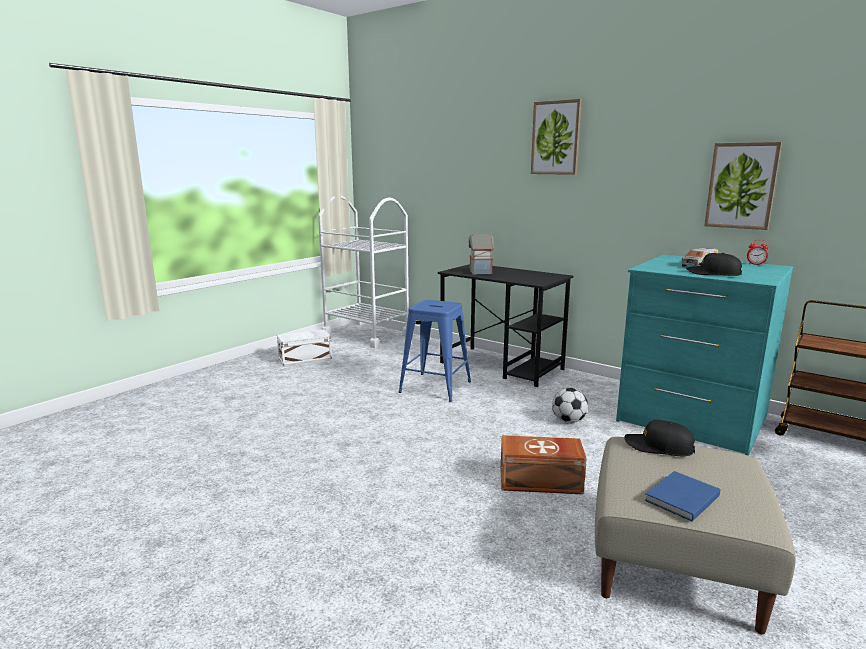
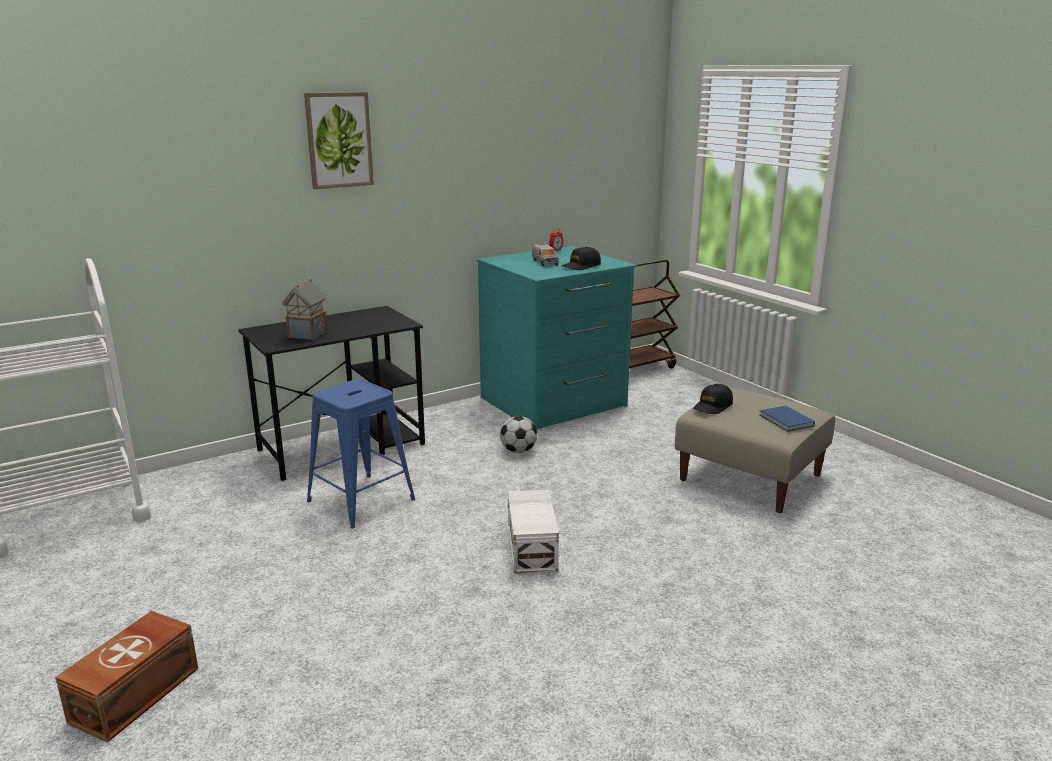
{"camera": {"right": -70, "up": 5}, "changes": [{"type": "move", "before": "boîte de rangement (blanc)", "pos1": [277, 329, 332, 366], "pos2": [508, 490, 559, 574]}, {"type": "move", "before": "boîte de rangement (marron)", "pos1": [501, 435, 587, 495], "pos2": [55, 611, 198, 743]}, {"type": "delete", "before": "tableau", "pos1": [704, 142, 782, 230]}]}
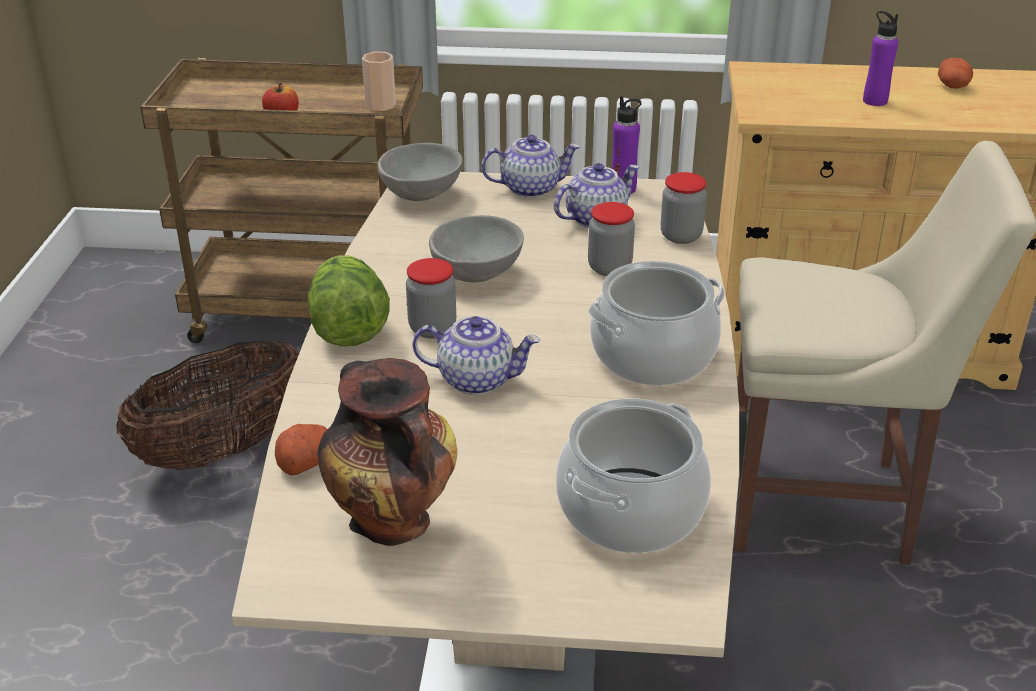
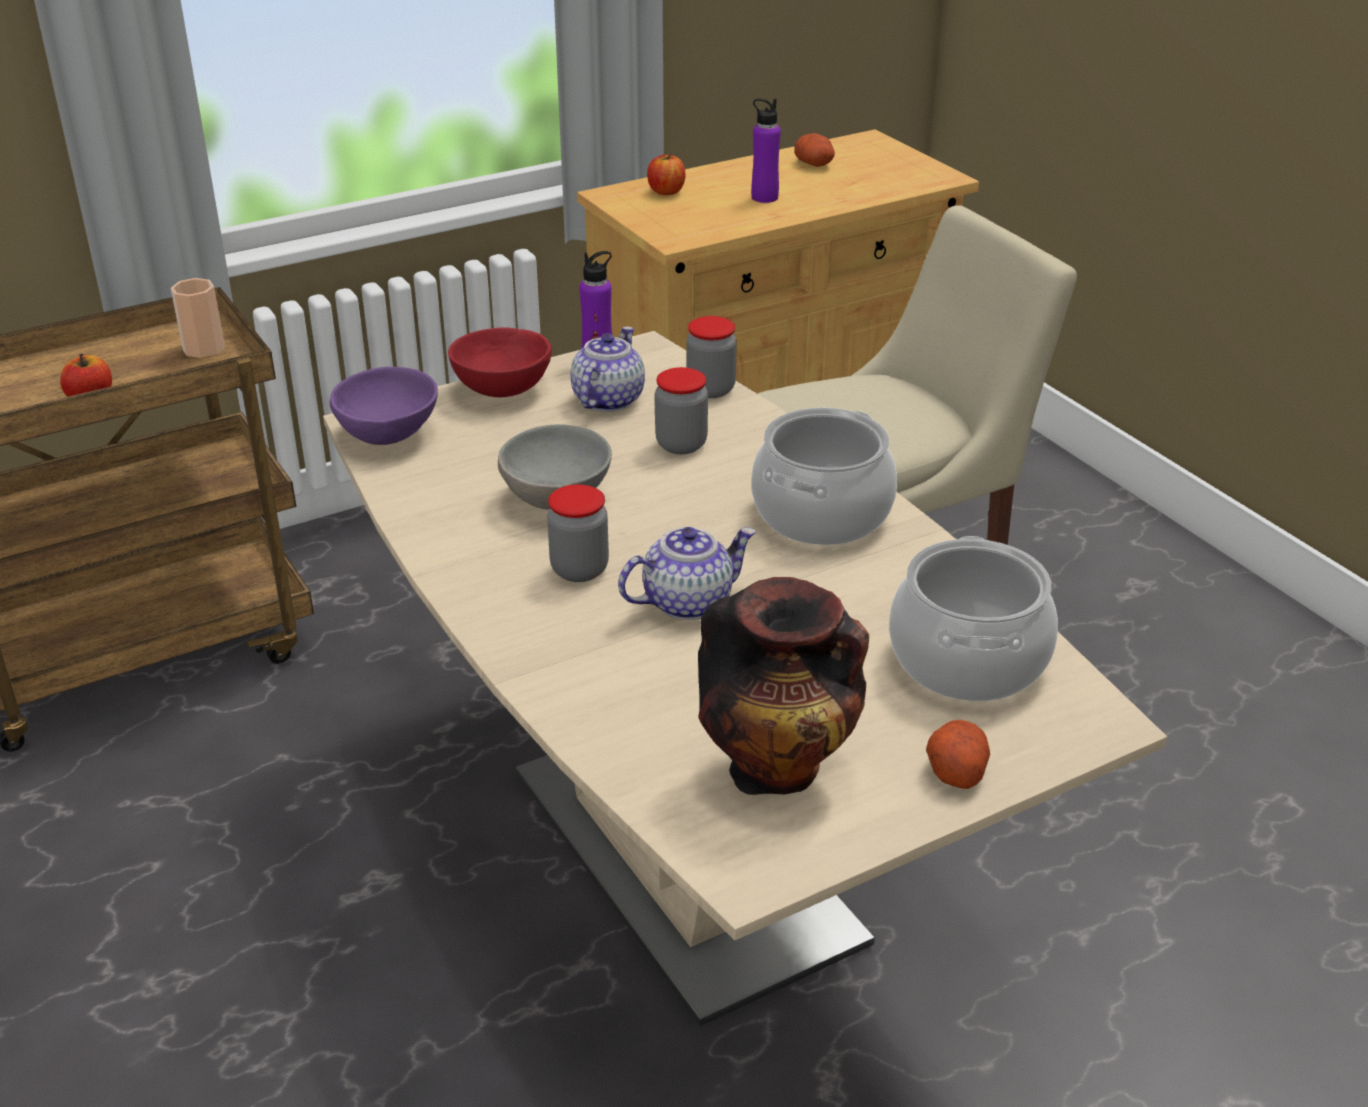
{"camera": {"right": -35, "up": 0}, "changes": [{"type": "delete", "before": "panier", "pos1": [116, 339, 299, 470]}, {"type": "move", "before": "pomme de terre", "pos1": [275, 424, 328, 476], "pos2": [926, 720, 990, 789]}, {"type": "delete", "before": "laitue", "pos1": [308, 255, 390, 346]}, {"type": "recolor", "before": "bol (gris)", "after": "bol (violet)", "pos1": [377, 143, 462, 201], "pos2": [330, 367, 438, 445]}, {"type": "replace", "before": "théière", "after": "bol (rouge)", "pos1": [481, 135, 580, 198], "pos2": [448, 327, 552, 397]}, {"type": "insert", "after": "pomme", "pos2": [647, 154, 686, 195]}]}
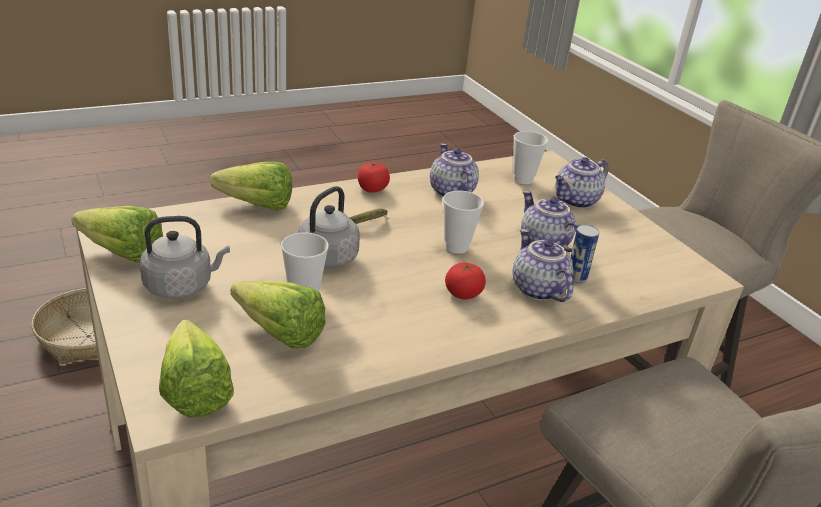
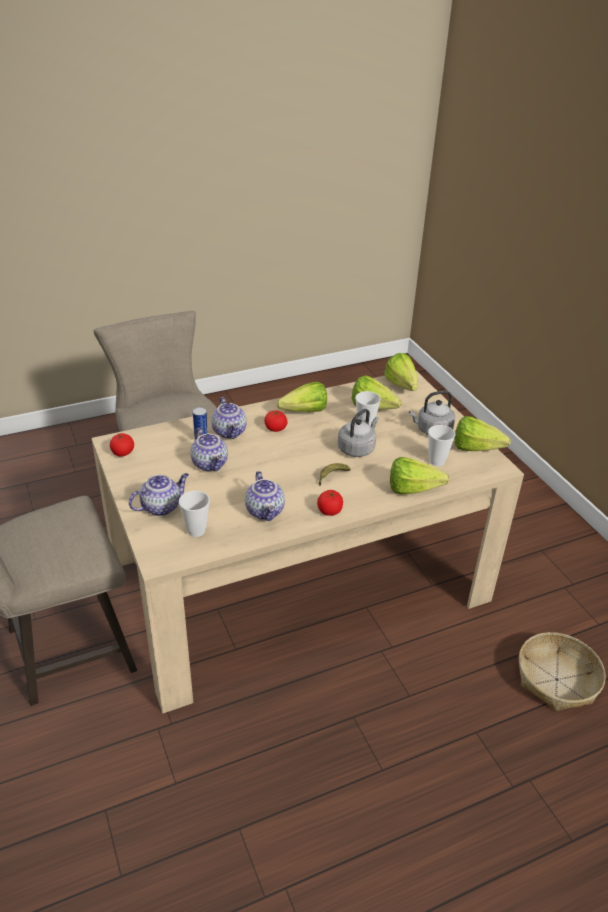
{"camera": {"right": -175, "up": 5}, "changes": [{"type": "move", "before": "tasse", "pos1": [443, 190, 484, 254], "pos2": [428, 425, 455, 466]}, {"type": "insert", "after": "tomate", "pos2": [110, 433, 134, 457]}, {"type": "insert", "after": "laitue", "pos2": [277, 382, 327, 412]}]}
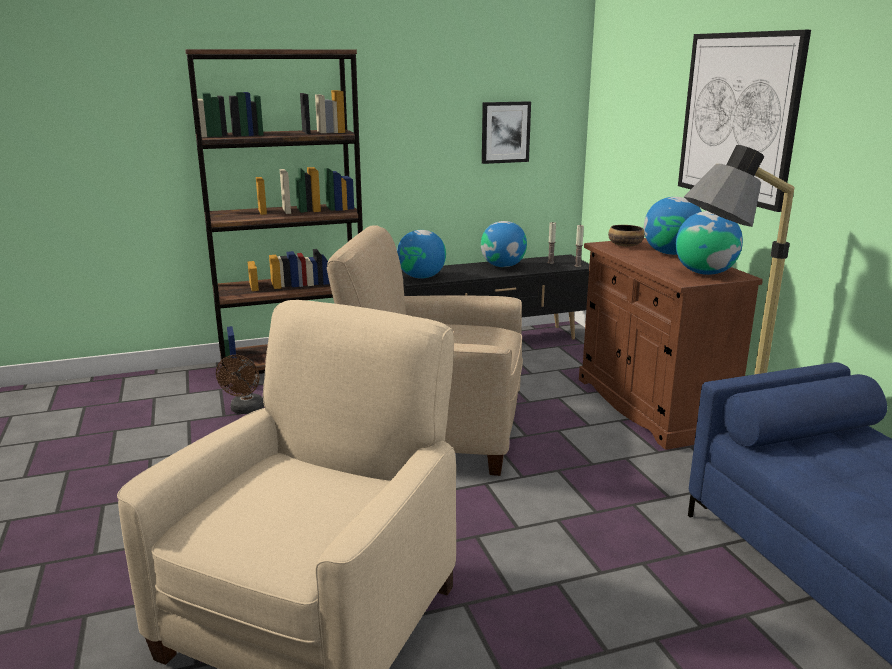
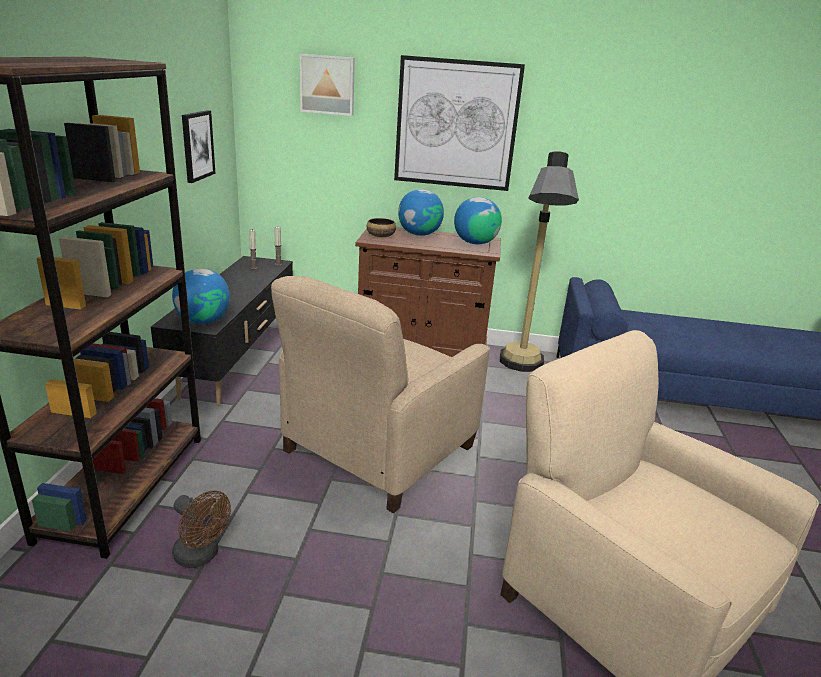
{"camera": {"right": -65, "up": 5}, "changes": [{"type": "delete", "before": "globe", "pos1": [481, 221, 527, 267]}, {"type": "insert", "after": "tableau", "pos2": [300, 54, 355, 116]}]}
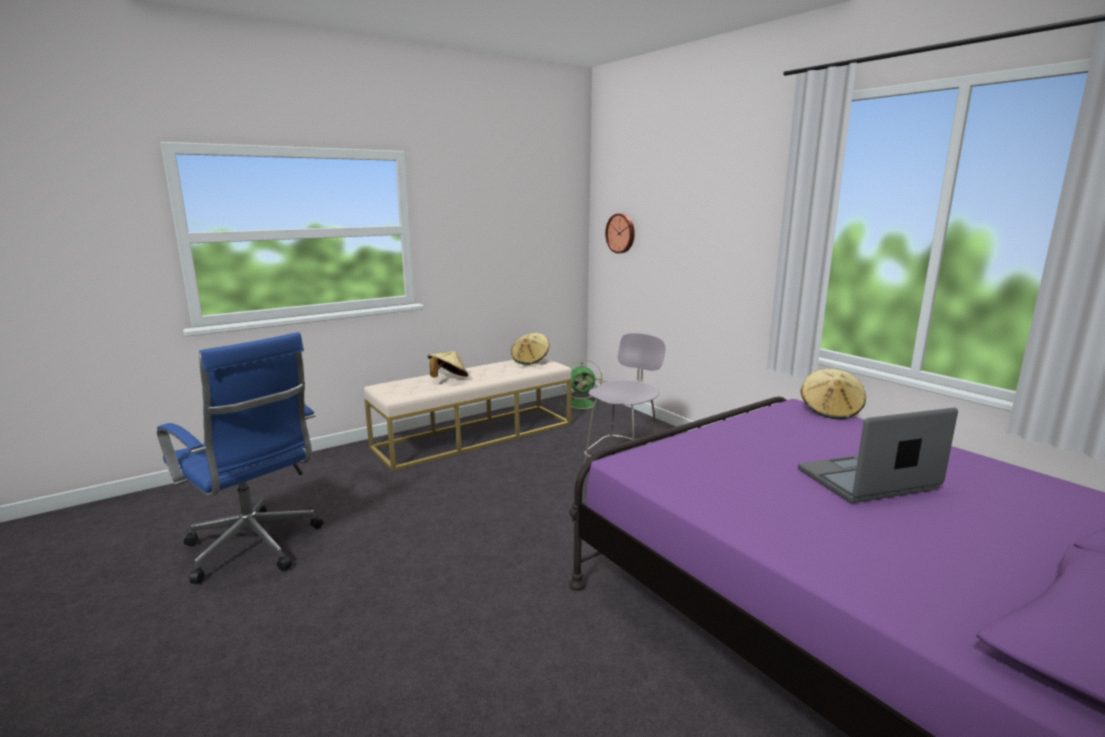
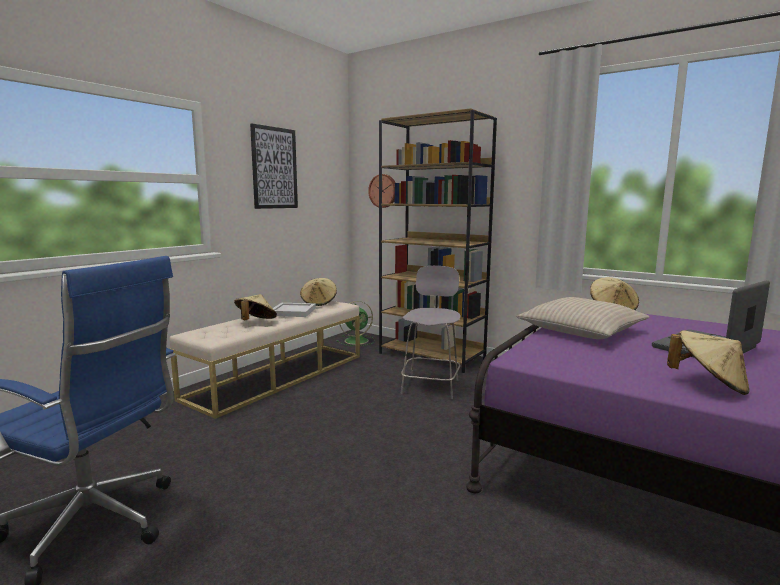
{"camera": {"right": -20, "up": -5}, "changes": [{"type": "insert", "after": "tableau", "pos2": [250, 123, 298, 209]}, {"type": "insert", "after": "plateau (blanc)", "pos2": [273, 303, 316, 317]}, {"type": "insert", "after": "bibliothèque (marron)", "pos2": [379, 108, 497, 373]}, {"type": "insert", "after": "coussin (beige)", "pos2": [516, 297, 650, 339]}, {"type": "insert", "after": "chapeau (beige)", "pos2": [667, 330, 750, 395]}]}
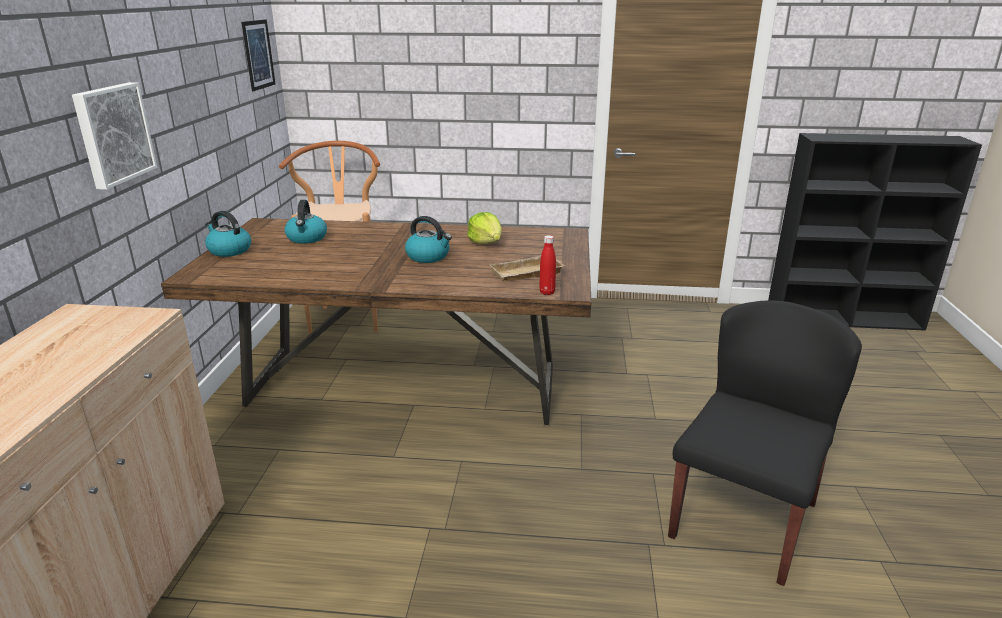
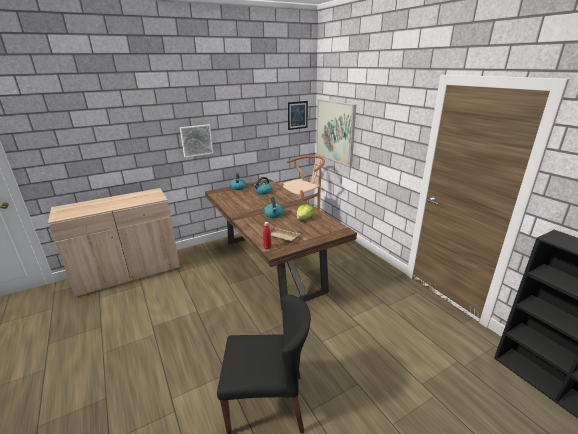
{"camera": {"right": 55, "up": 0}, "changes": [{"type": "insert", "after": "tableau", "pos2": [316, 99, 356, 167]}]}
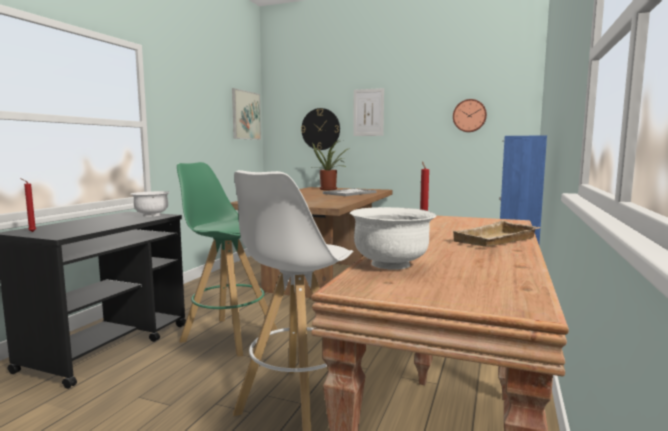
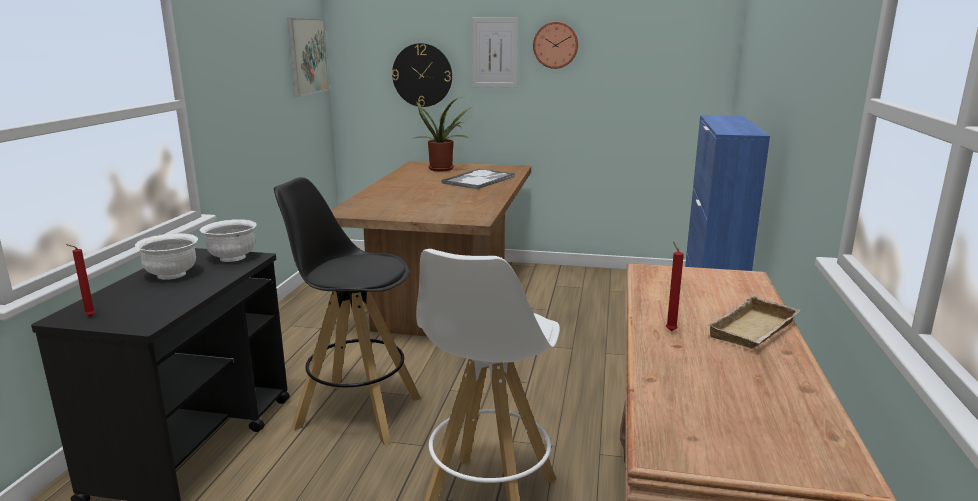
{"camera": {"right": -10, "up": 10}, "changes": [{"type": "recolor", "before": "tabouret (vert)", "after": "tabouret (noir)", "pos1": [177, 162, 277, 357], "pos2": [273, 177, 421, 445]}, {"type": "move", "before": "bol (blanc)", "pos1": [350, 207, 436, 270], "pos2": [135, 233, 198, 280]}, {"type": "move", "before": "horloge murale", "pos1": [453, 99, 487, 132], "pos2": [533, 22, 578, 69]}]}
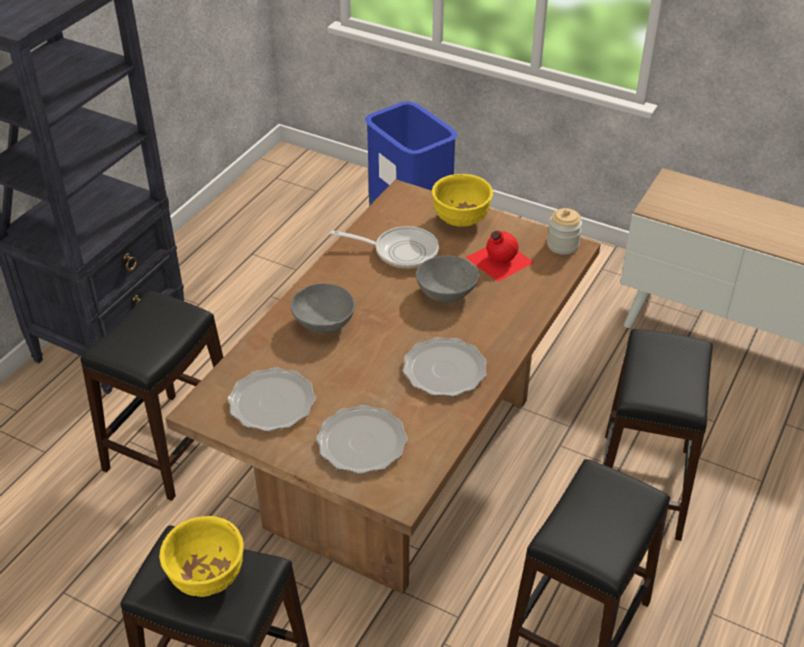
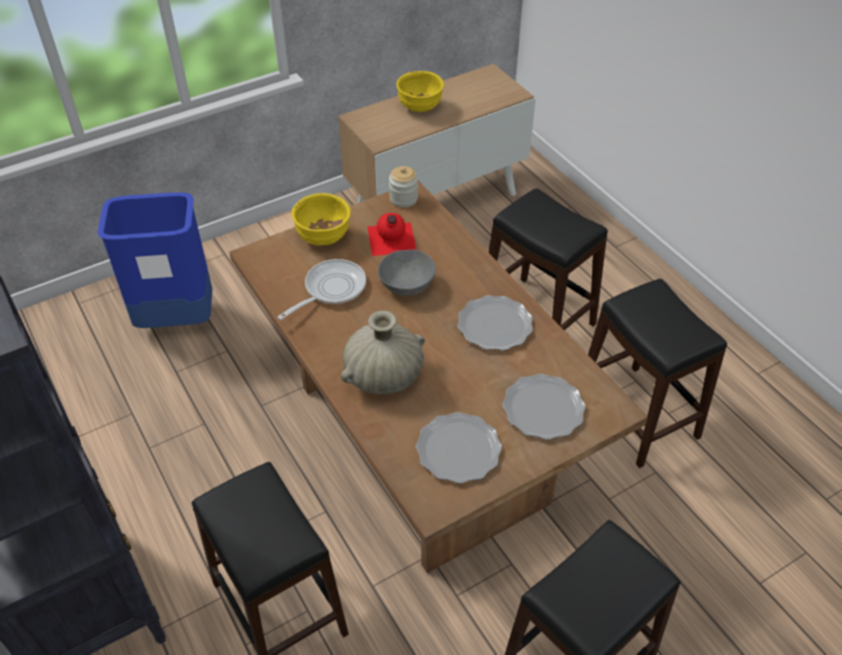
{"camera": {"right": -60, "up": 5}, "changes": [{"type": "move", "before": "bol (jaune)", "pos1": [159, 516, 244, 597], "pos2": [396, 71, 444, 112]}, {"type": "replace", "before": "bol (gris)", "after": "vase (beige)", "pos1": [291, 283, 355, 333], "pos2": [340, 311, 425, 394]}]}
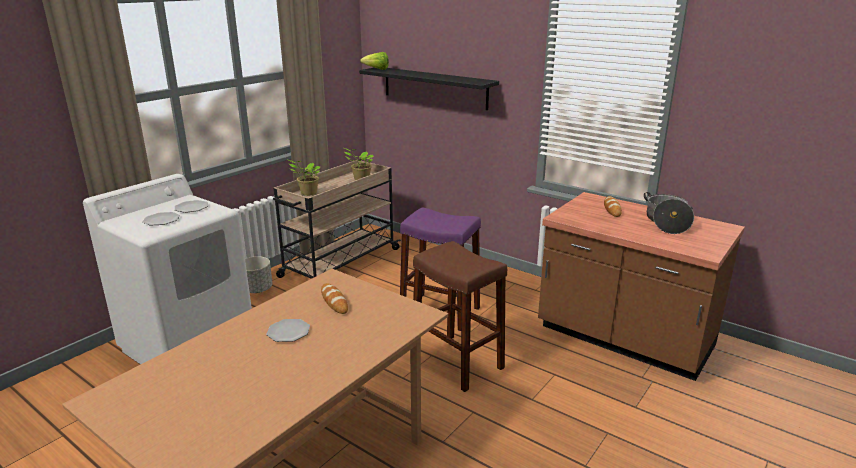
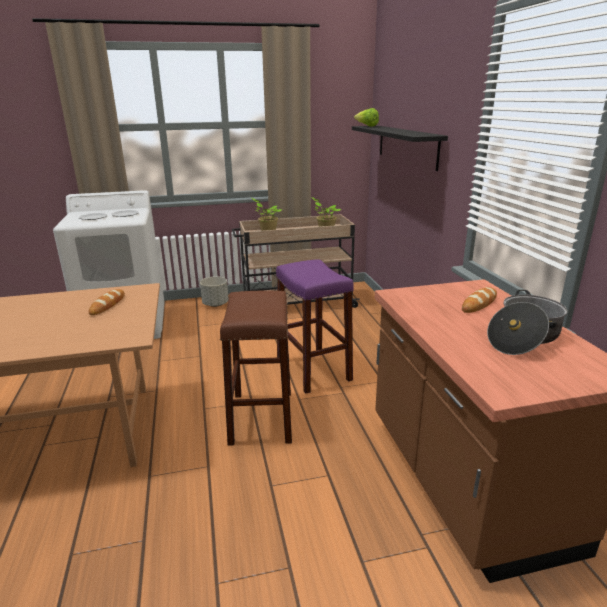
{"camera": {"right": 40, "up": 0}, "changes": [{"type": "delete", "before": "assiette", "pos1": [266, 319, 310, 342]}]}
